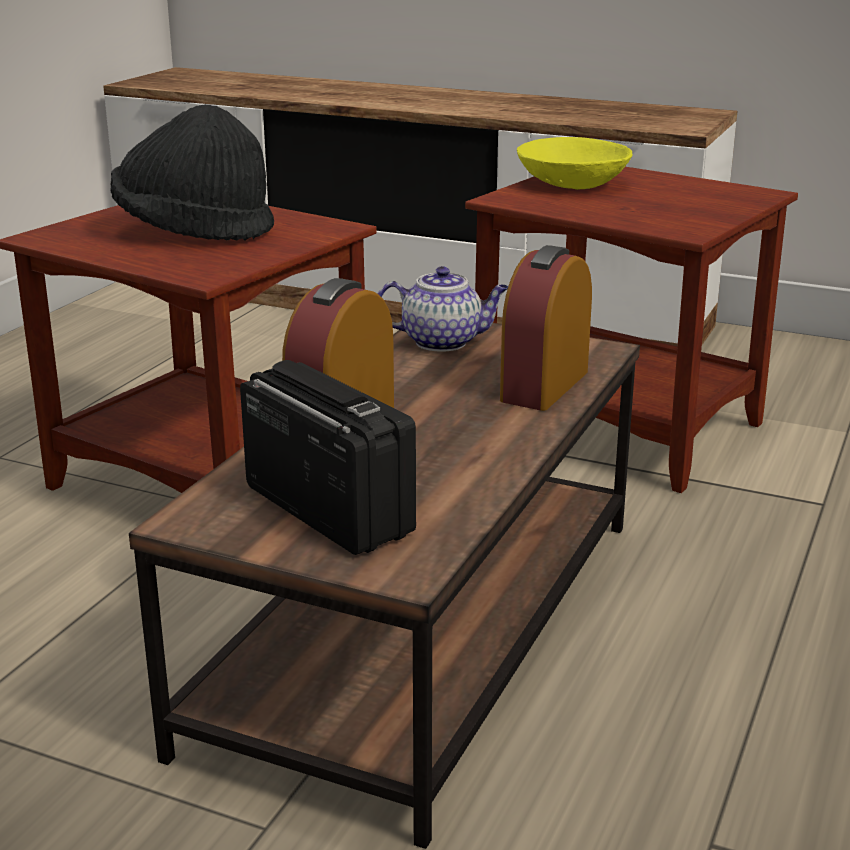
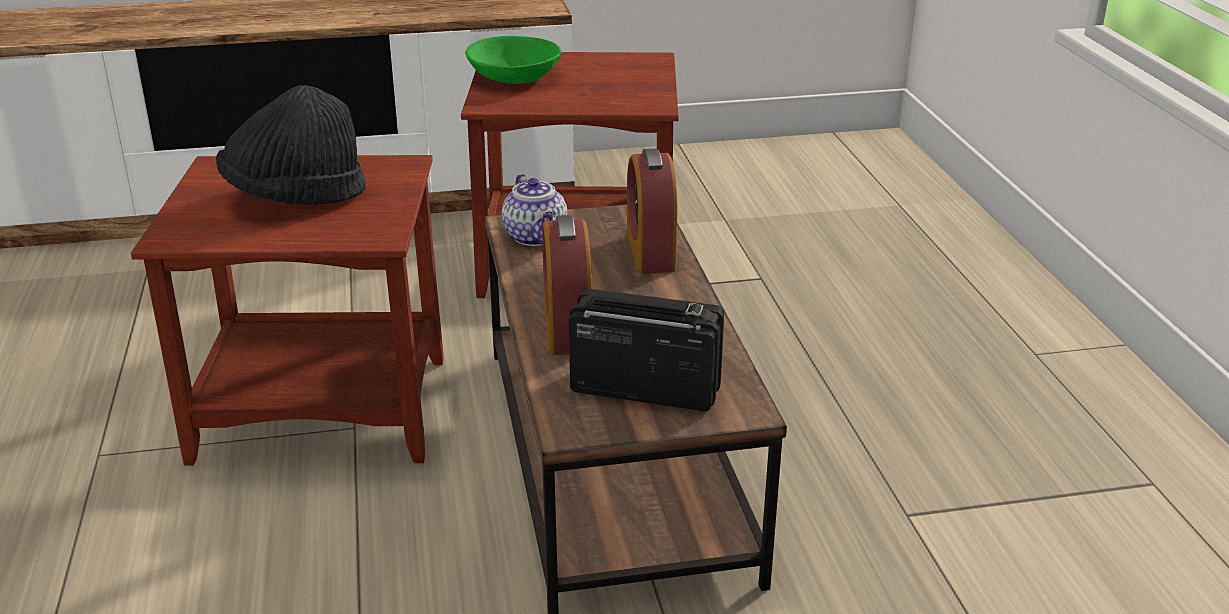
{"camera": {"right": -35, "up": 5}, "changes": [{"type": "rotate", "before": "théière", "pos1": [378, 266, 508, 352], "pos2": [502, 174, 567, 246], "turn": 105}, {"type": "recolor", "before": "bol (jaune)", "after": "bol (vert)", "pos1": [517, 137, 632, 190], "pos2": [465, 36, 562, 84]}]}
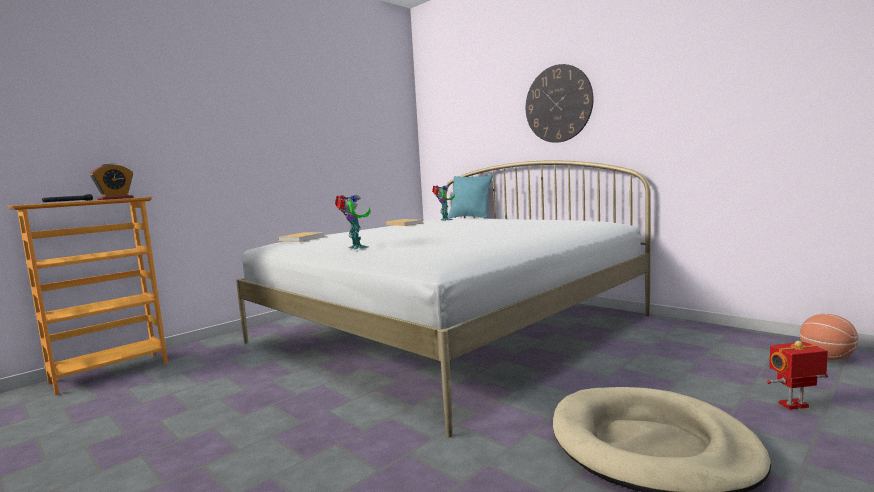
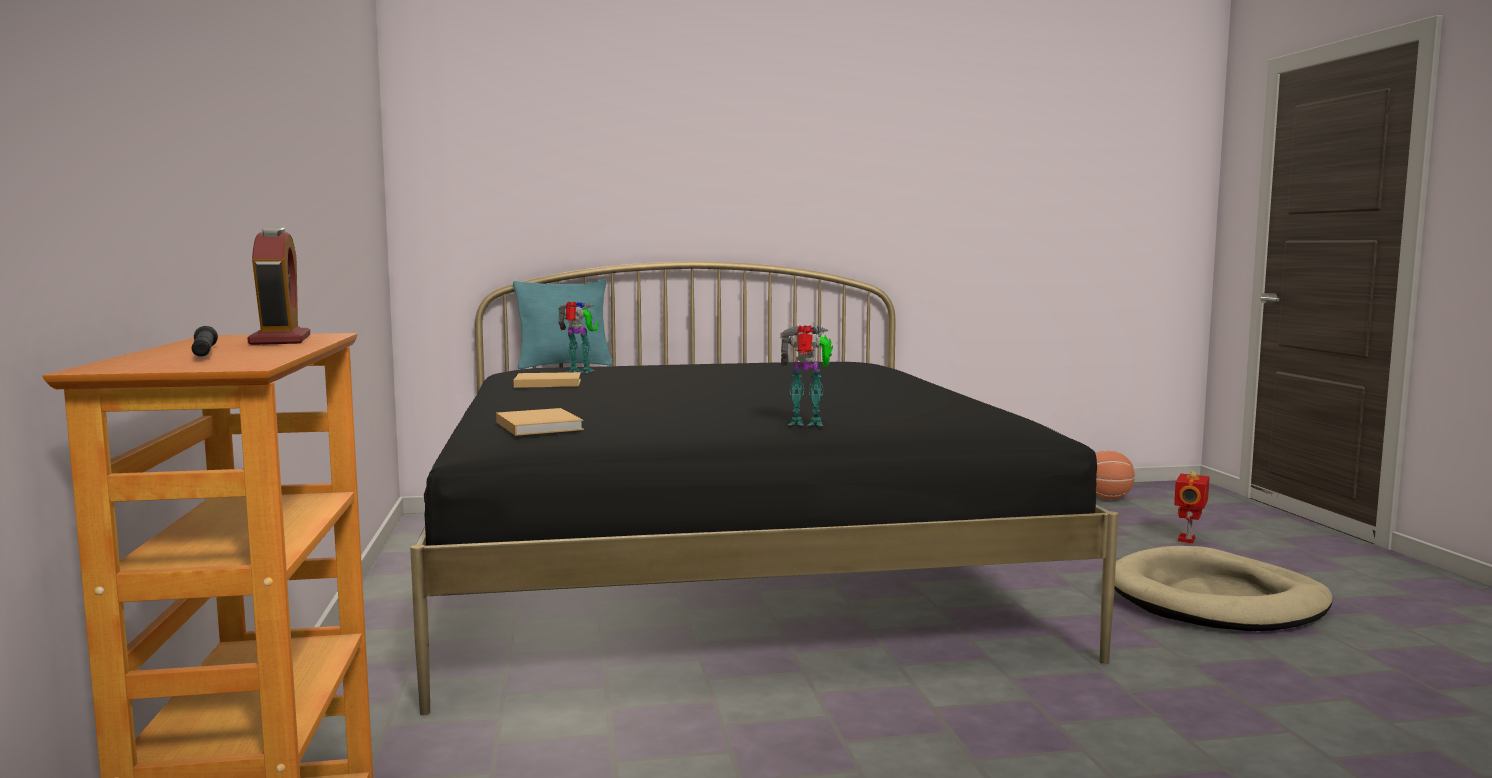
{"camera": {"right": -55, "up": 0}, "changes": [{"type": "recolor", "before": "lit (blanc)", "after": "lit (noir)", "pos1": [236, 161, 651, 437], "pos2": [410, 261, 1118, 715]}, {"type": "delete", "before": "horloge murale", "pos1": [526, 64, 594, 143]}]}
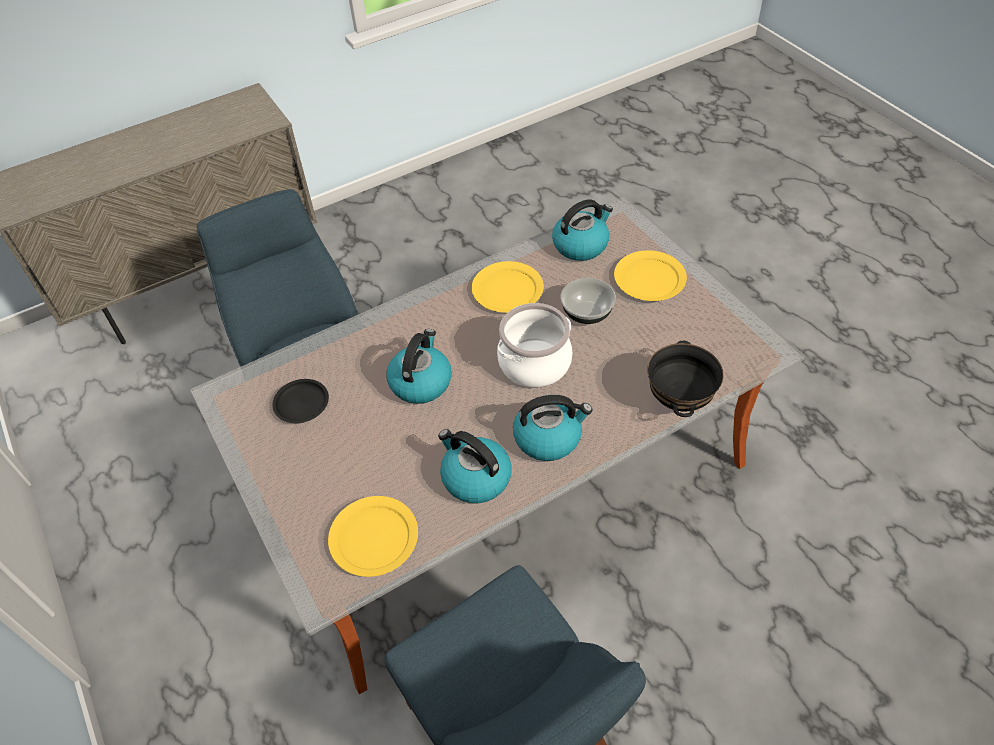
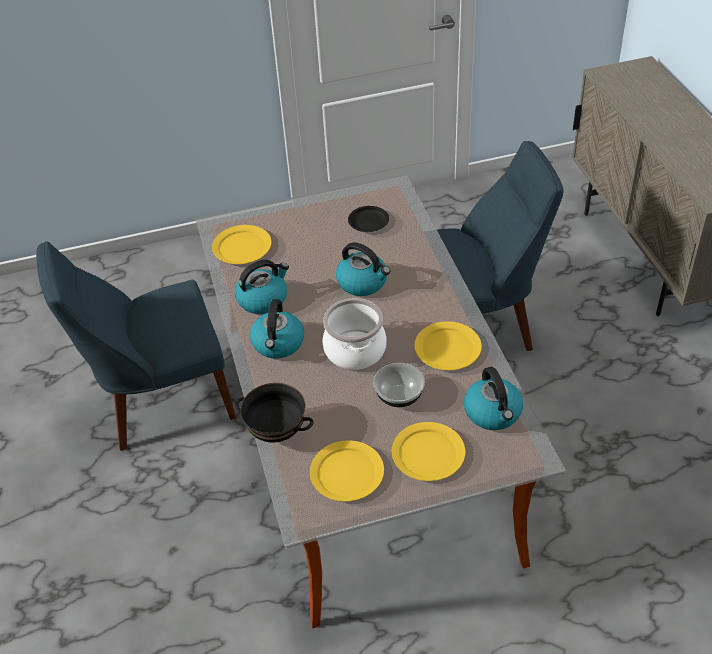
{"camera": {"right": 105, "up": -5}, "changes": [{"type": "insert", "after": "assiette (jaune)", "pos2": [310, 440, 384, 501]}]}
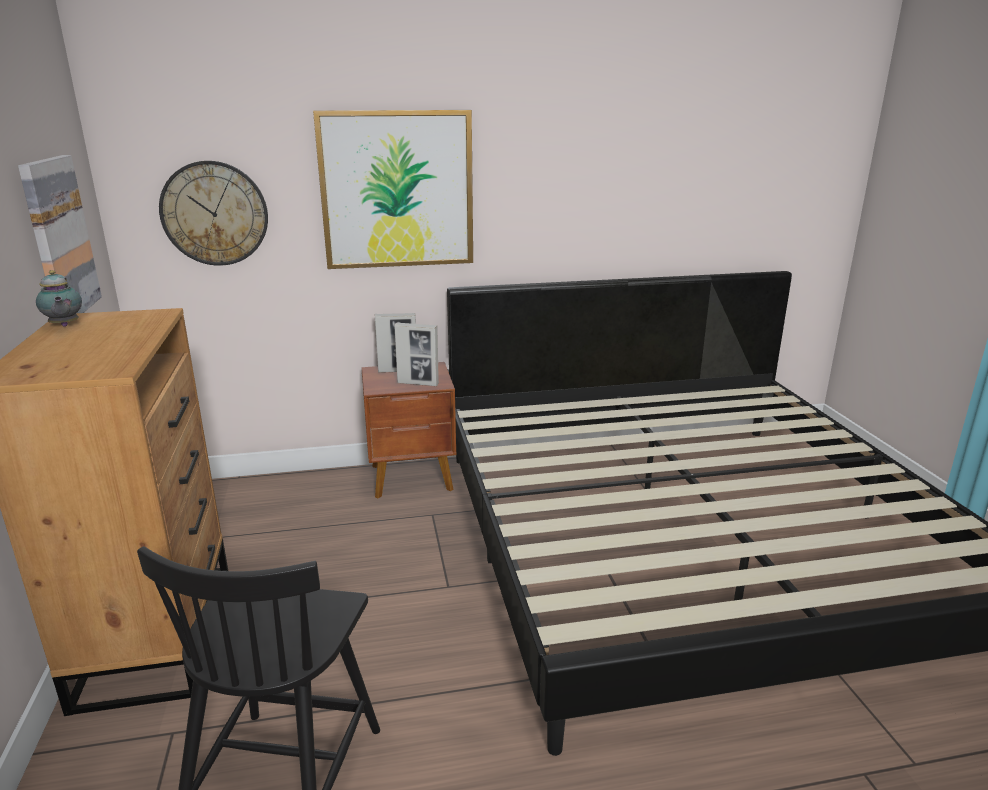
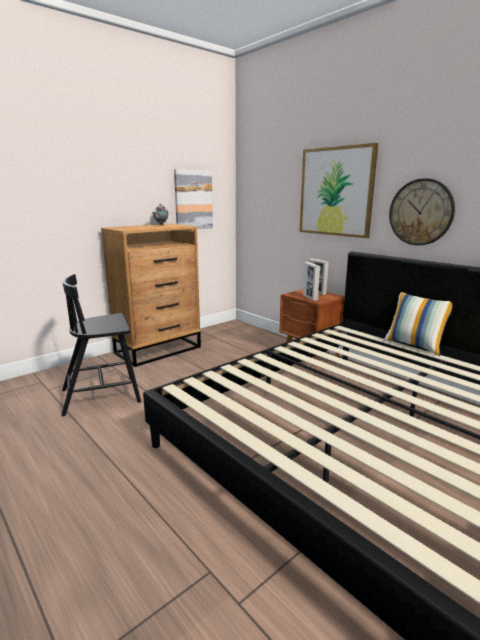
{"camera": {"right": 60, "up": -5}, "changes": [{"type": "move", "before": "horloge murale", "pos1": [159, 161, 268, 266], "pos2": [389, 178, 455, 246]}, {"type": "insert", "after": "coussin", "pos2": [384, 292, 452, 356]}]}
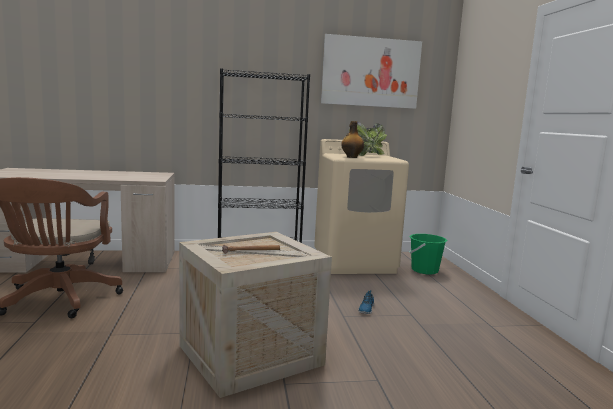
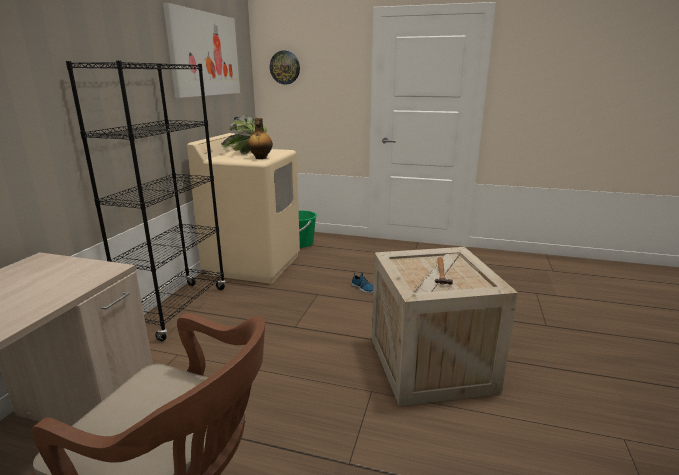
{"camera": {"right": -65, "up": 10}, "changes": [{"type": "insert", "after": "horloge murale", "pos2": [270, 51, 300, 84]}]}
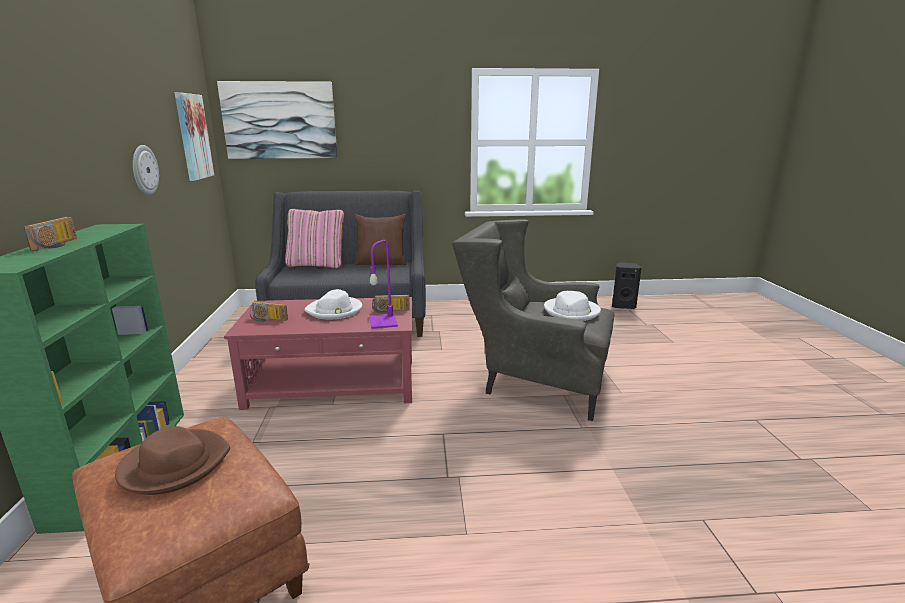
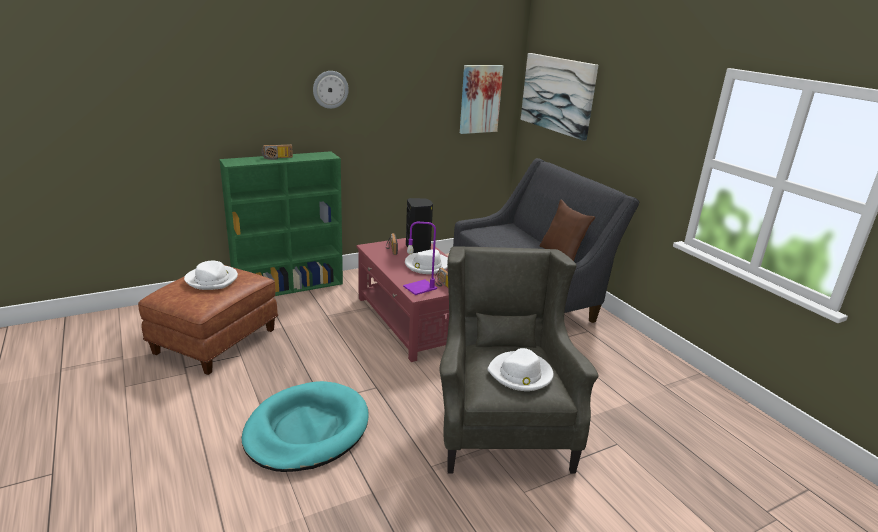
{"camera": {"right": 65, "up": 5}, "changes": [{"type": "recolor", "before": "chapeau (marron)", "after": "chapeau (blanc)", "pos1": [115, 426, 230, 495], "pos2": [184, 261, 238, 290]}, {"type": "move", "before": "horloge murale", "pos1": [133, 145, 159, 195], "pos2": [313, 71, 349, 109]}, {"type": "delete", "before": "coussin (rose)", "pos1": [285, 208, 345, 269]}, {"type": "move", "before": "enceinte (noir)", "pos1": [612, 262, 641, 309], "pos2": [406, 198, 433, 253]}, {"type": "insert", "after": "panier pour chien (turquoise)", "pos2": [242, 381, 369, 472]}]}
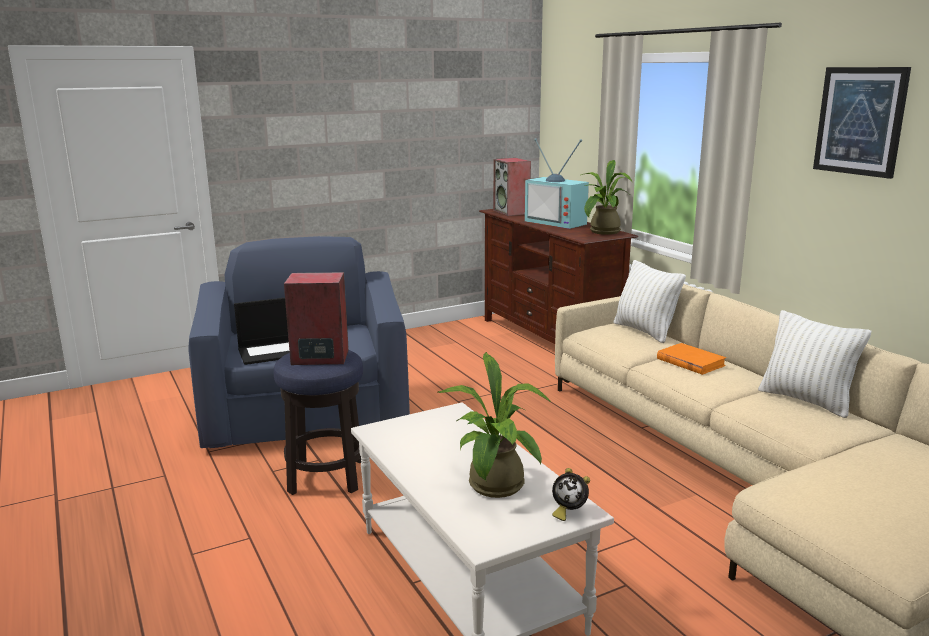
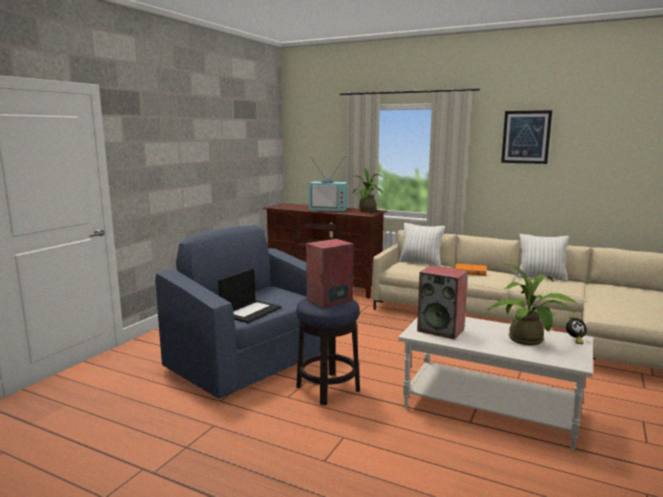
{"camera": {"right": -35, "up": -5}, "changes": [{"type": "move", "before": "enceinte", "pos1": [493, 158, 531, 216], "pos2": [417, 265, 468, 339]}]}
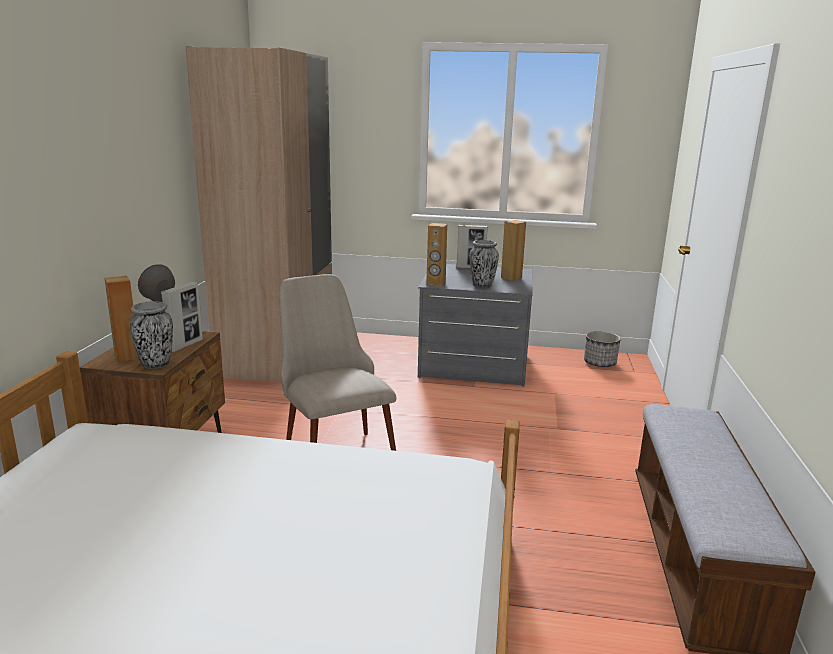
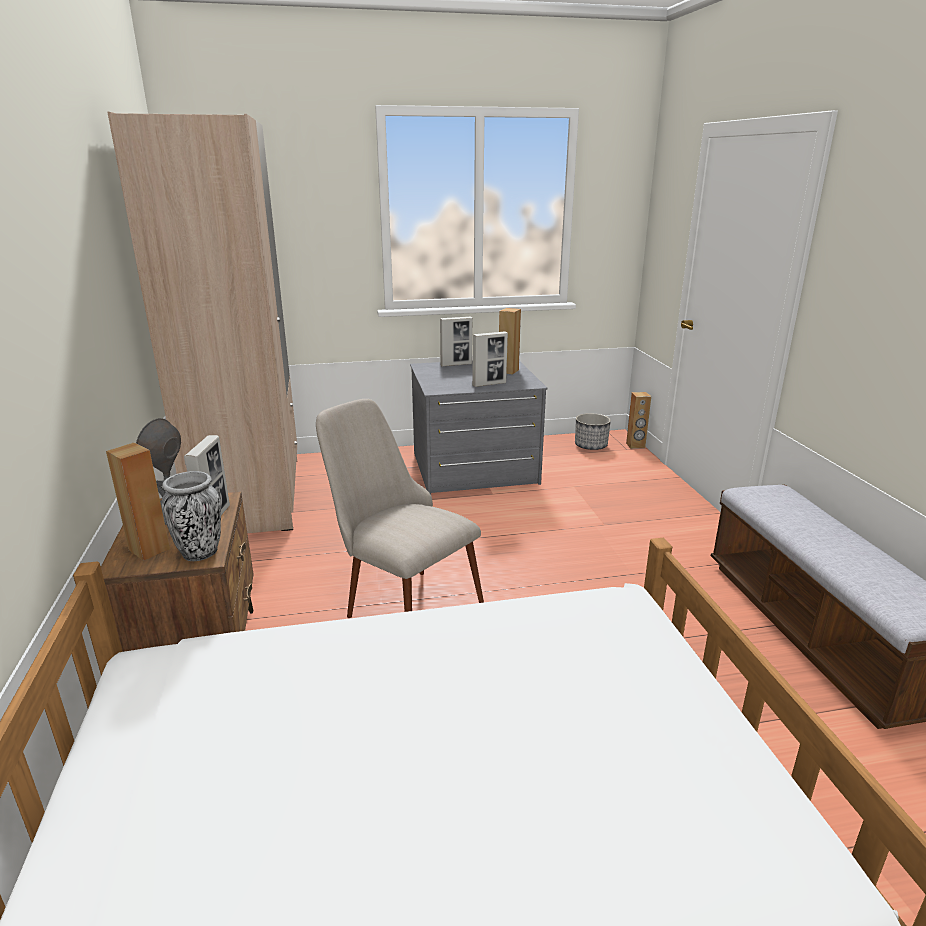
{"camera": {"right": -20, "up": 5}, "changes": [{"type": "move", "before": "enceinte (marron)", "pos1": [426, 223, 447, 286], "pos2": [626, 392, 651, 449]}, {"type": "replace", "before": "vase", "after": "cadre photo", "pos1": [470, 240, 499, 288], "pos2": [472, 331, 508, 387]}]}
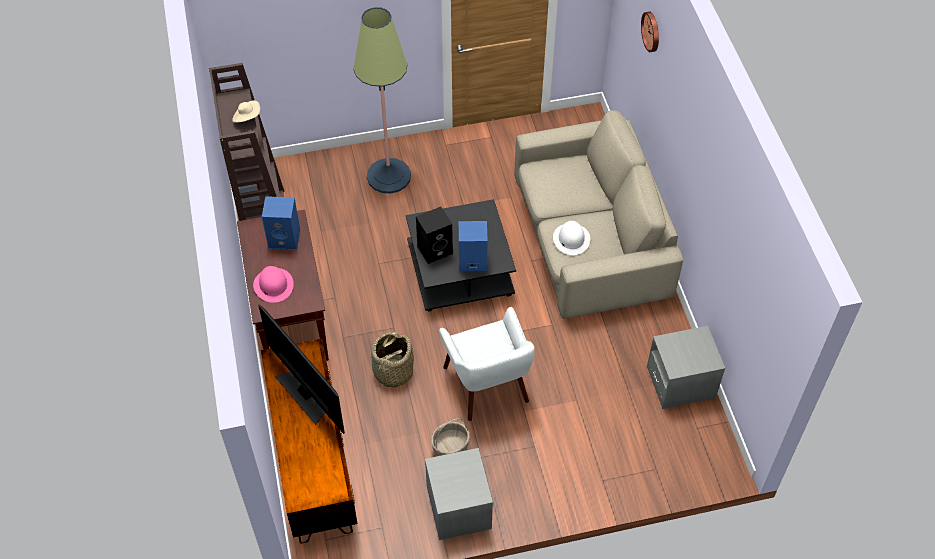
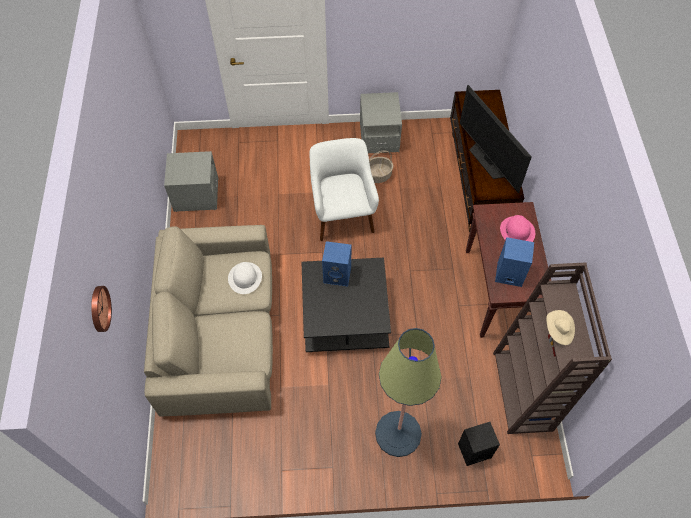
{"camera": {"right": -170, "up": 5}, "changes": [{"type": "delete", "before": "panier", "pos1": [371, 332, 414, 388]}, {"type": "move", "before": "enceinte (noir)", "pos1": [416, 207, 453, 264], "pos2": [458, 422, 500, 466]}]}
